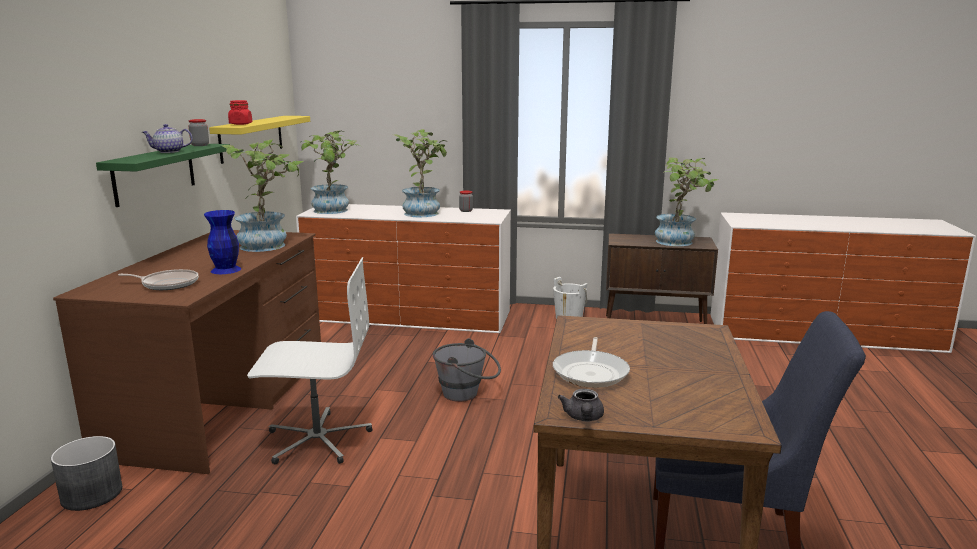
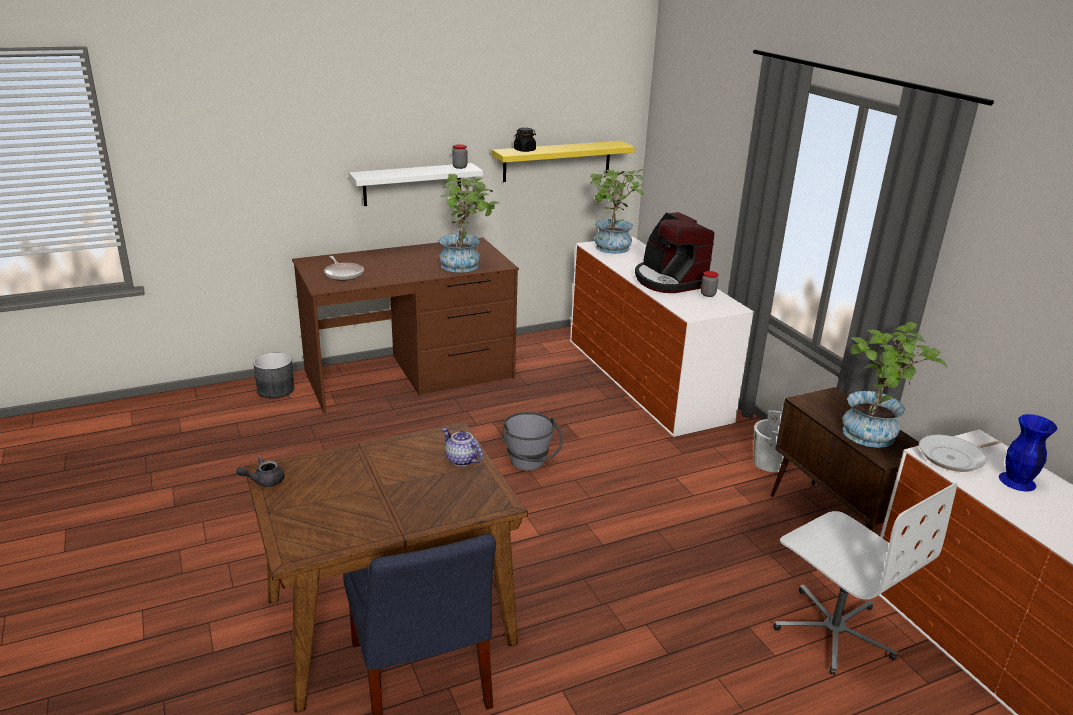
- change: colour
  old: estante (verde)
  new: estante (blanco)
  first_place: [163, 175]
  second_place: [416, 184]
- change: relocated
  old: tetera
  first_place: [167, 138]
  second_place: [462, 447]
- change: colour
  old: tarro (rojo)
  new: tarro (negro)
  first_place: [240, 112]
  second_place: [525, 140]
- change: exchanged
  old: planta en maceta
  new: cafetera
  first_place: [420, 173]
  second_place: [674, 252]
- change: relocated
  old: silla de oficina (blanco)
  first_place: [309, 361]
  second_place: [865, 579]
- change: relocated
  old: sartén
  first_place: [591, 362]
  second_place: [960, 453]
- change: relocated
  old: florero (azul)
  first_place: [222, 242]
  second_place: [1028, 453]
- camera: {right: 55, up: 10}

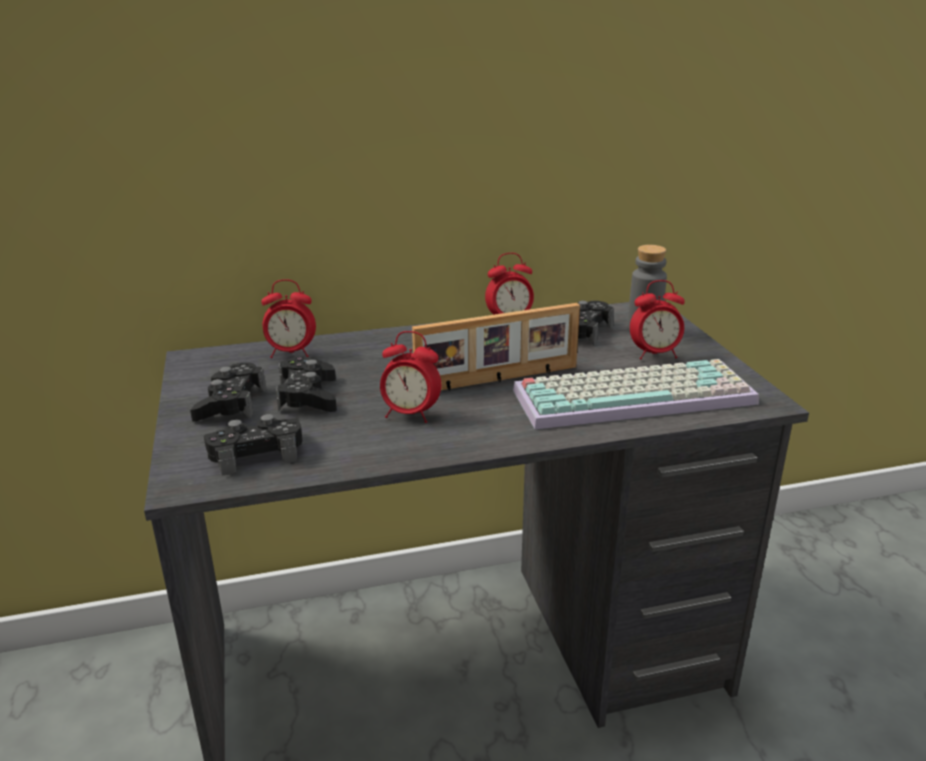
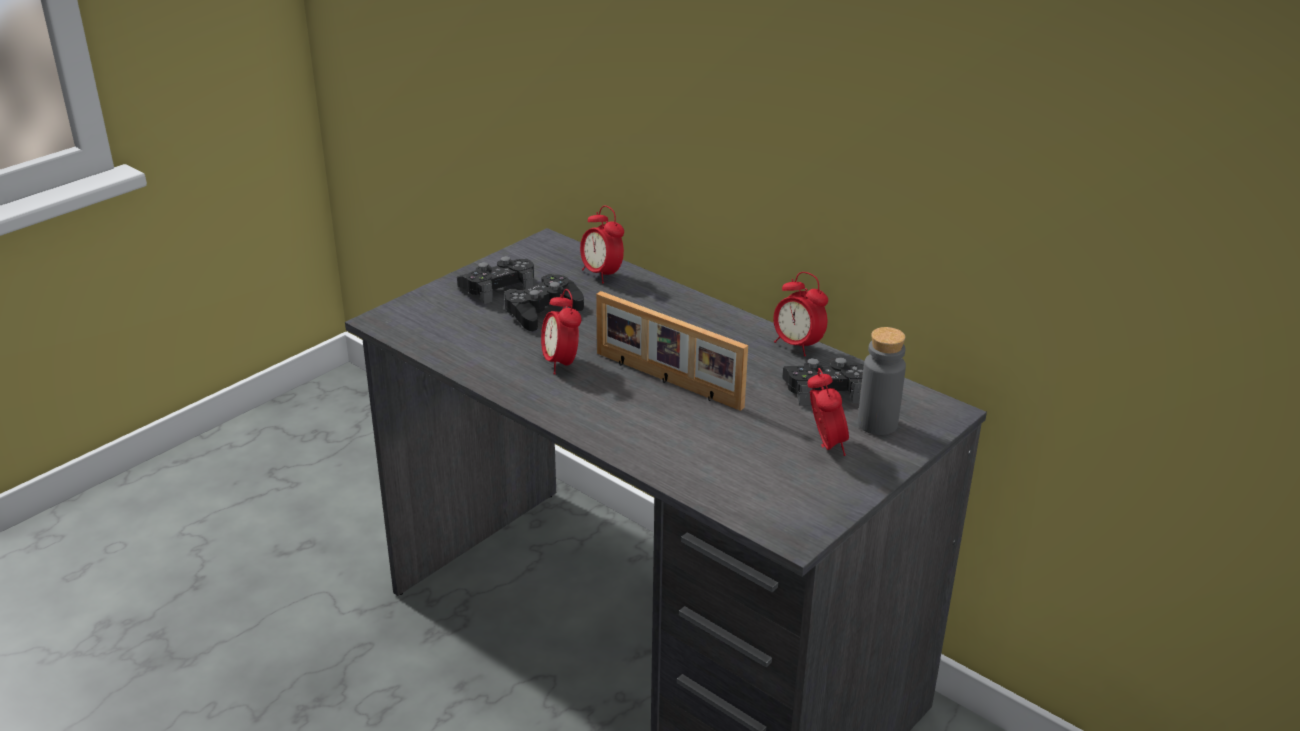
- change: spun
  old: despertador
  first_place: [657, 319]
  second_place: [828, 412]
  degrees: -150
- change: missing
  old: mando de consola (negro)
  first_place: [253, 445]
- change: missing
  old: teclado
  first_place: [636, 394]
- camera: {right: 55, up: 5}

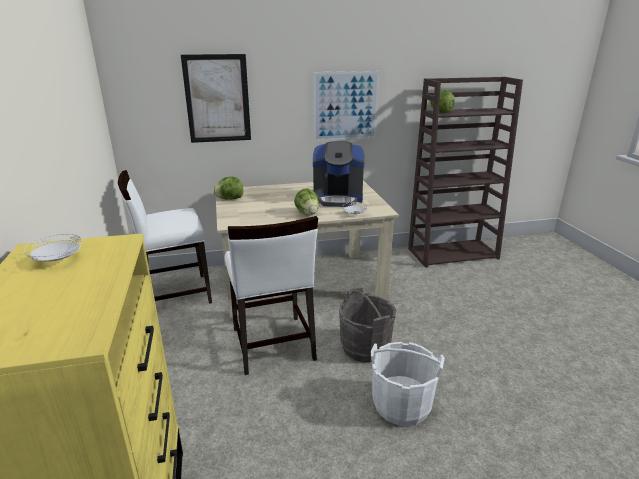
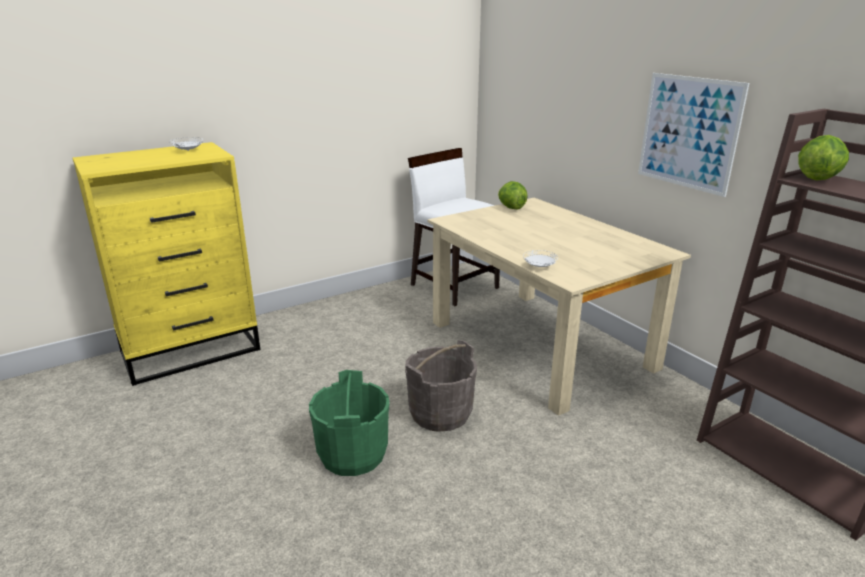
- change: colour
  old: cubo (blanco)
  new: cubo (verde)
  first_place: [408, 384]
  second_place: [349, 423]
- change: missing
  old: cuadro
  first_place: [216, 98]
- change: missing
  old: silla (blanco)
  first_place: [271, 295]
- change: missing
  old: lechuga
  first_place: [306, 202]
- change: missing
  old: cafetera
  first_place: [339, 174]
- camera: {right: 70, up: 0}

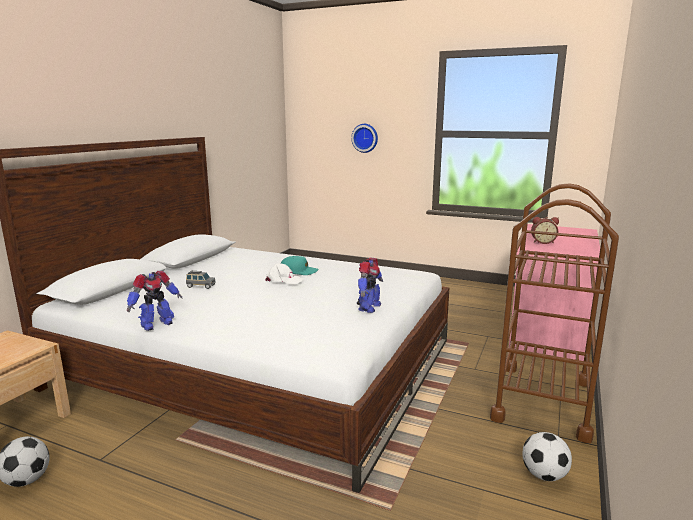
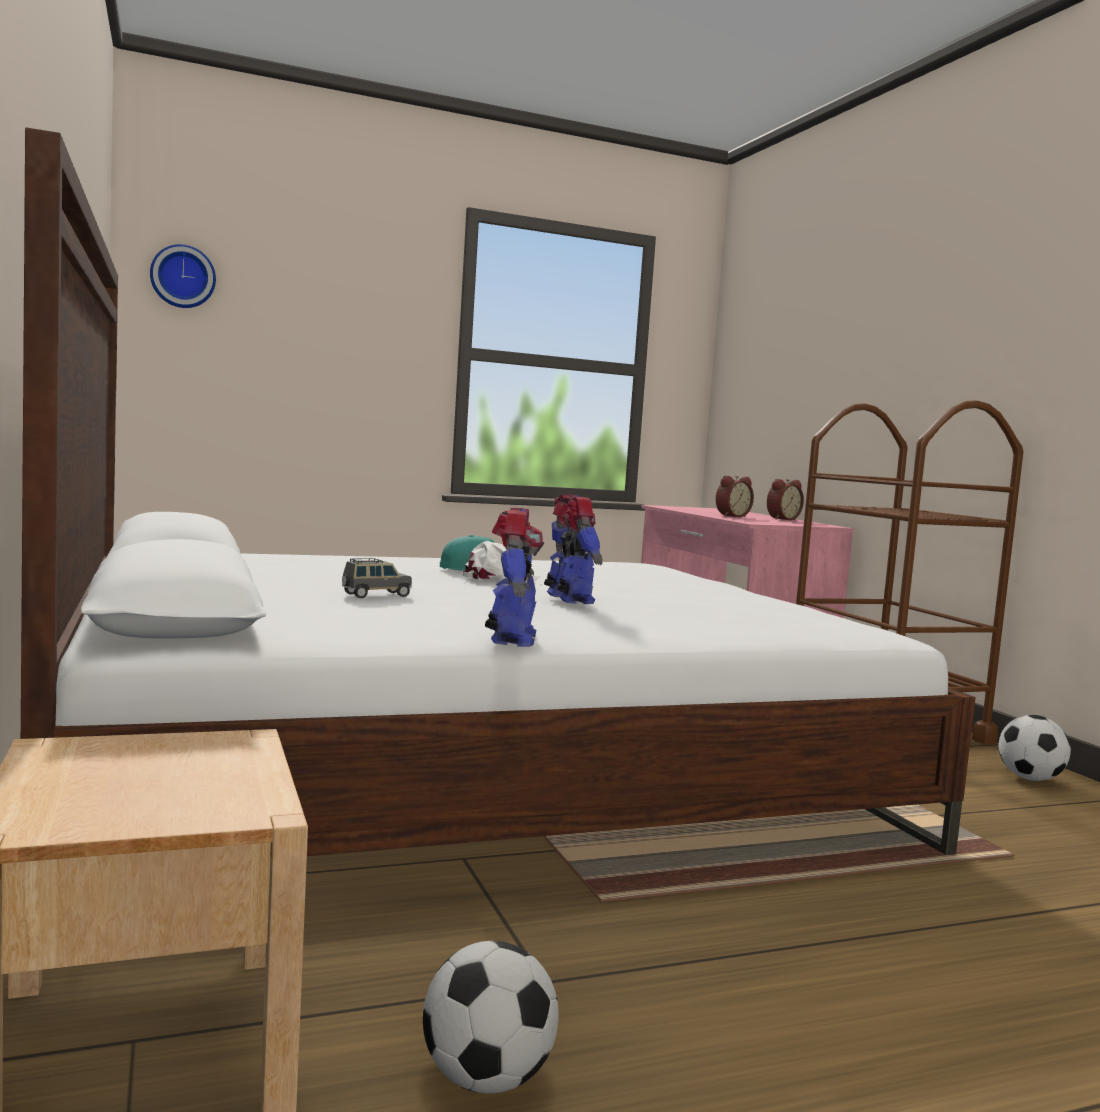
- change: relocated
  old: reloj de pared
  first_place: [364, 138]
  second_place: [183, 276]
- change: relocated
  old: robot de juguete
  first_place: [370, 285]
  second_place: [573, 549]
- change: appeared
  new: despertador
  second_place: [785, 499]
- camera: {right: -45, up: -10}

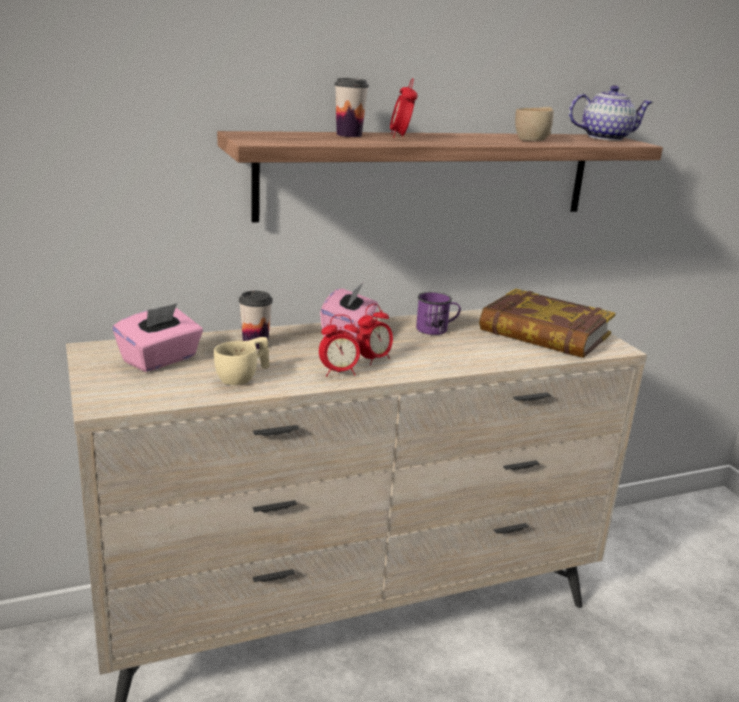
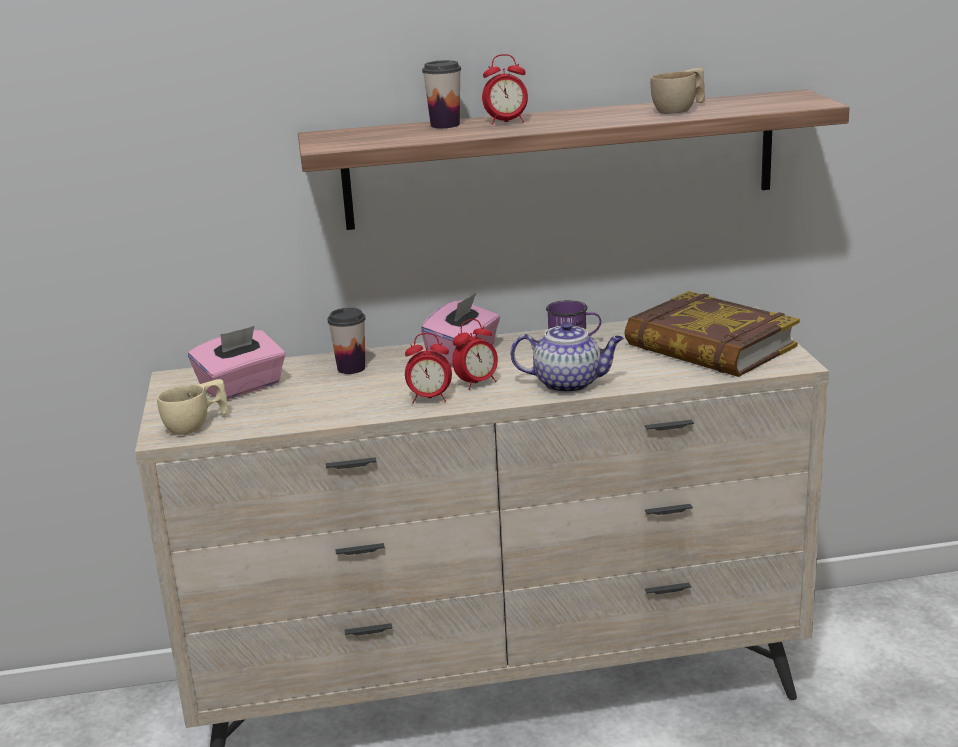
- change: relocated
  old: taza (beis)
  first_place: [242, 361]
  second_place: [193, 407]
- change: spun
  old: despertador
  first_place: [404, 108]
  second_place: [505, 89]
  degrees: -105
- change: relocated
  old: tetera
  first_place: [611, 113]
  second_place: [567, 357]
- camera: {right: 15, up: 0}

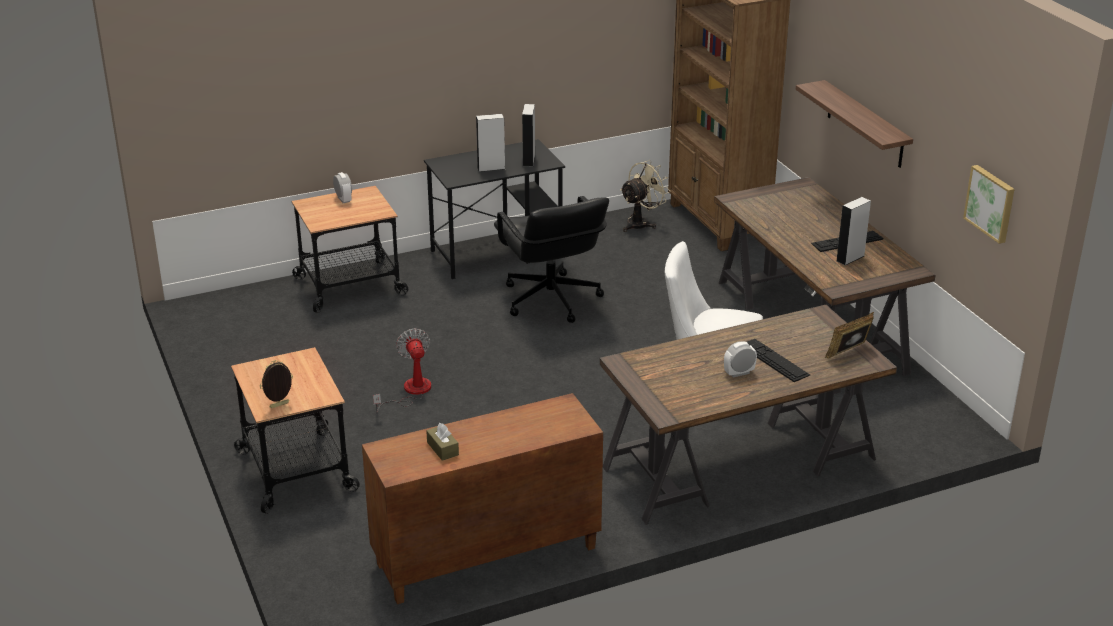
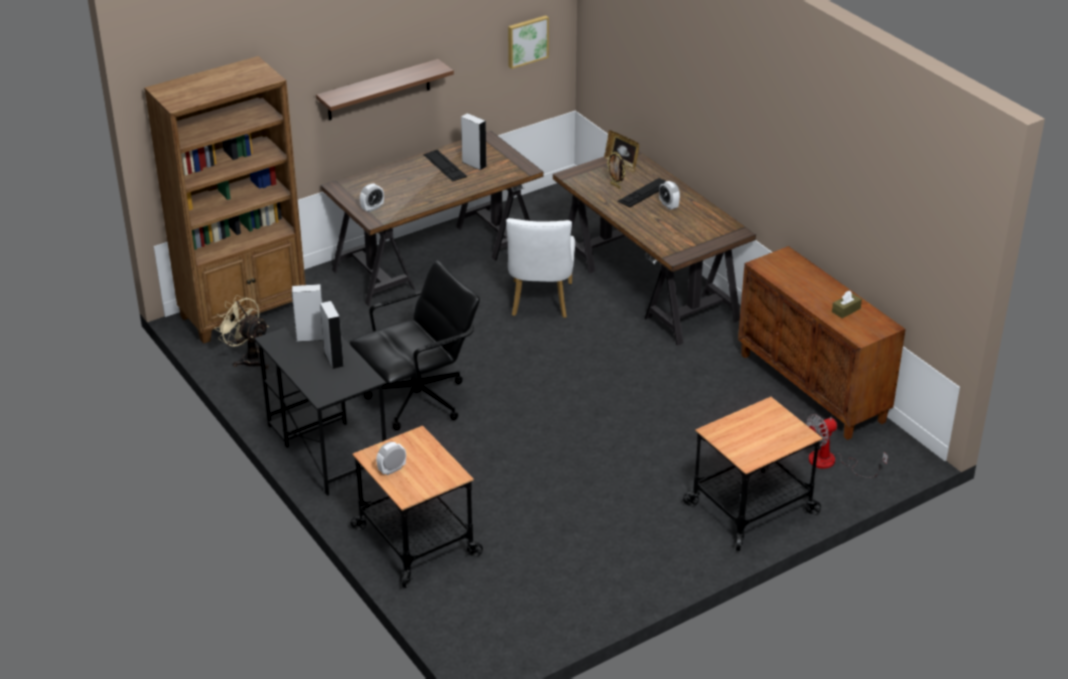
- change: appeared
  new: despertador
  second_place: [372, 198]
- change: relocated
  old: portarretratos
  first_place: [276, 384]
  second_place: [616, 170]
- change: relocated
  old: ventilador
  first_place: [402, 370]
  second_place: [847, 446]
- camera: {right: -100, up: 5}

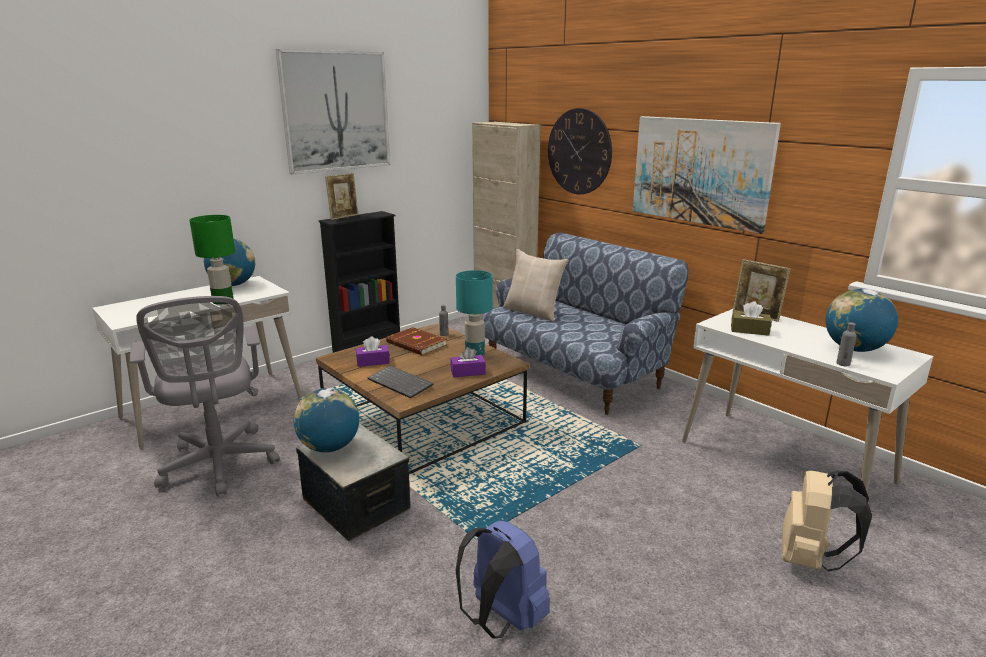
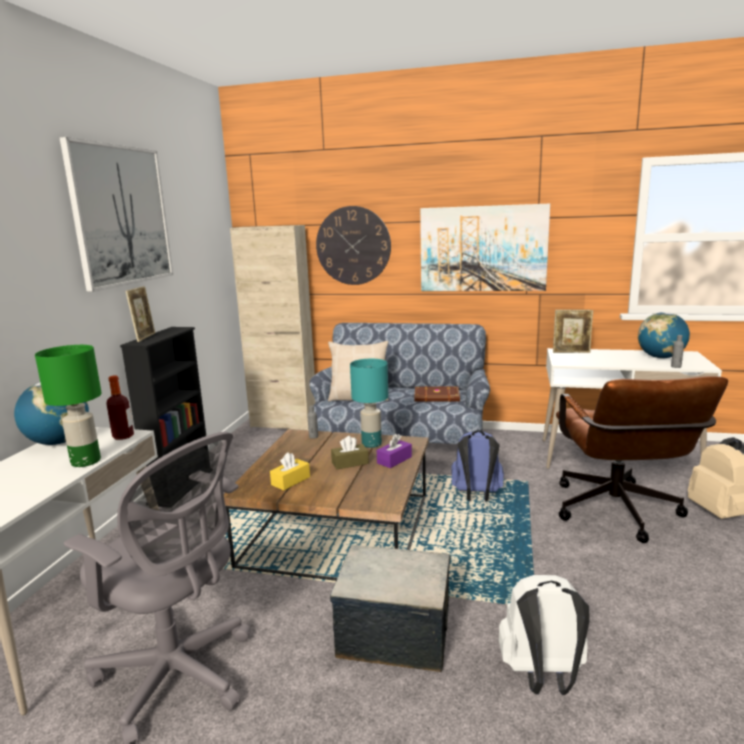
- change: appeared
  new: botella
  second_place: [120, 407]
- change: colour
  old: caja de pañuelos (morado)
  new: caja de pañuelos (amarillo)
  first_place: [373, 352]
  second_place: [290, 471]
- change: relocated
  old: caja de pañuelos (marrón)
  first_place: [751, 318]
  second_place: [350, 452]
- change: relocated
  old: libro (marrón)
  first_place: [416, 341]
  second_place: [437, 394]
- change: relocated
  old: mochila (azul)
  first_place: [502, 580]
  second_place: [477, 465]
- change: appeared
  new: mochila (blanco)
  second_place: [544, 635]
- change: appeared
  new: silla de oficina (marrón)
  second_place: [642, 459]
- change: missing
  old: globo terráqueo
  first_place: [326, 420]
- change: missing
  old: teclado
  first_place: [400, 382]
- camera: {right: -35, up: -5}

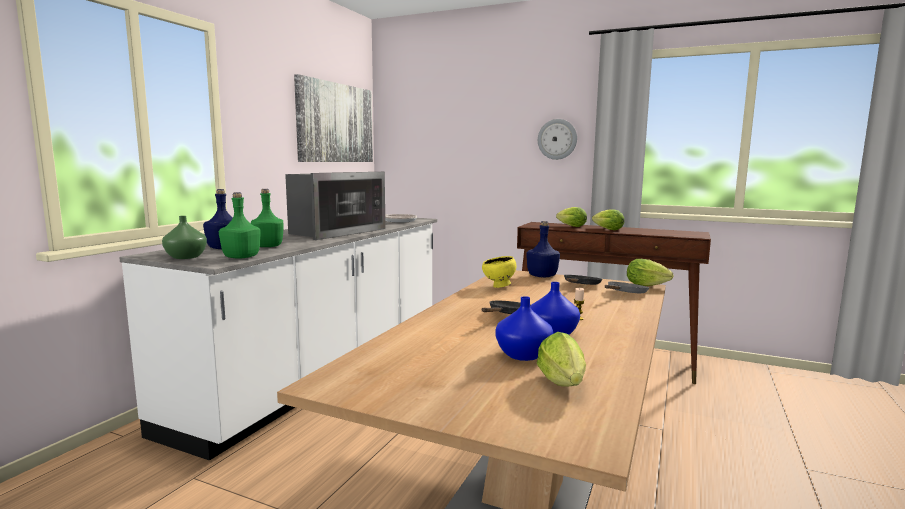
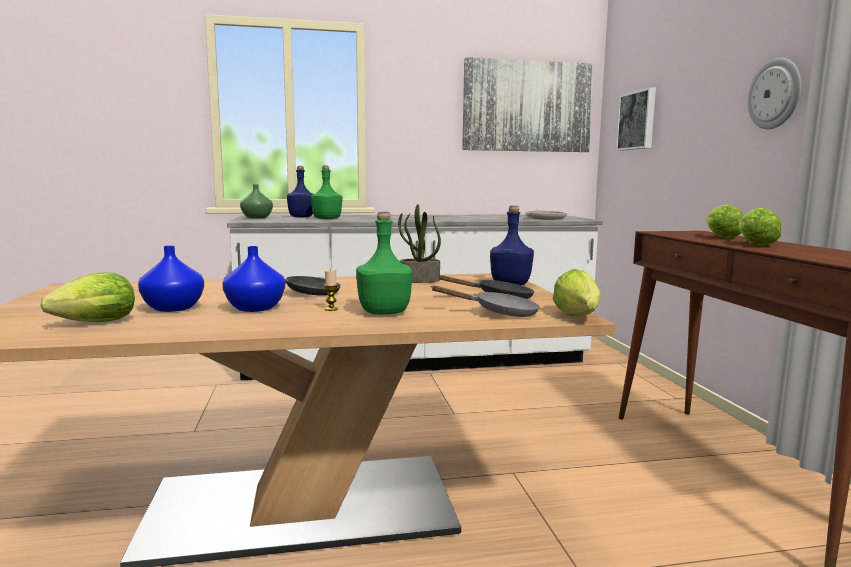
- change: relocated
  old: botella (verde)
  first_place: [240, 225]
  second_place: [384, 263]
- change: exchanged
  old: cuenco (amarillo)
  new: planta en maceta
  first_place: [499, 272]
  second_place: [419, 243]
- change: appeared
  new: cuadro
  second_place: [636, 119]
- change: missing
  old: microondas
  first_place: [335, 206]
- camera: {right: 55, up: 0}

